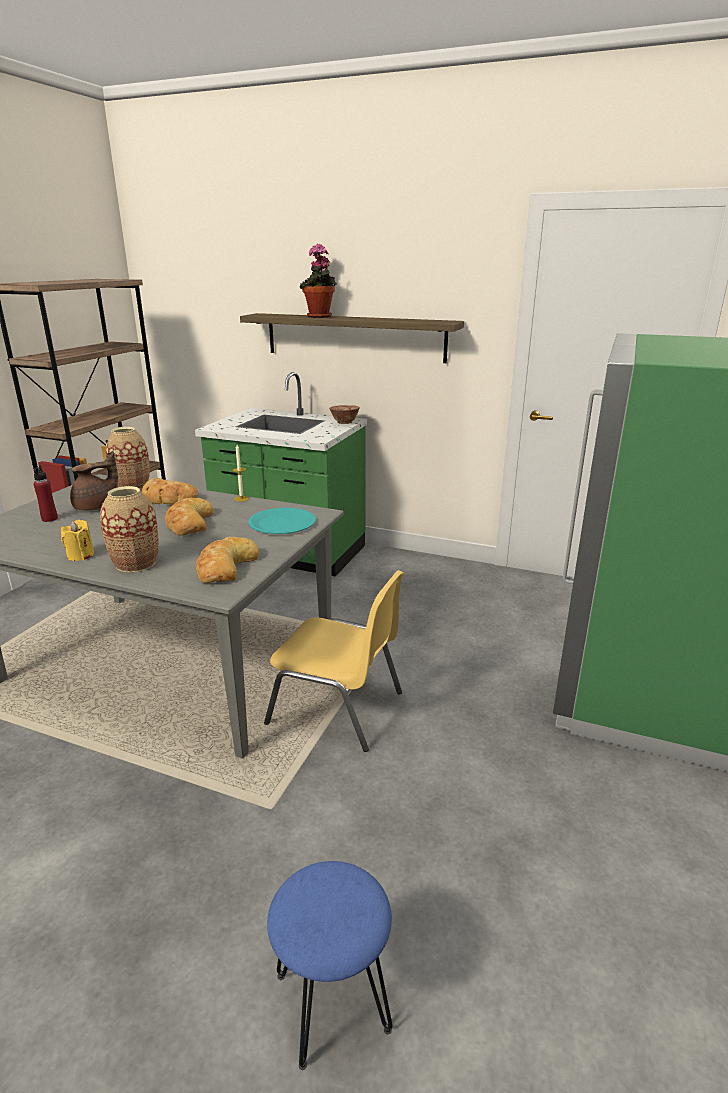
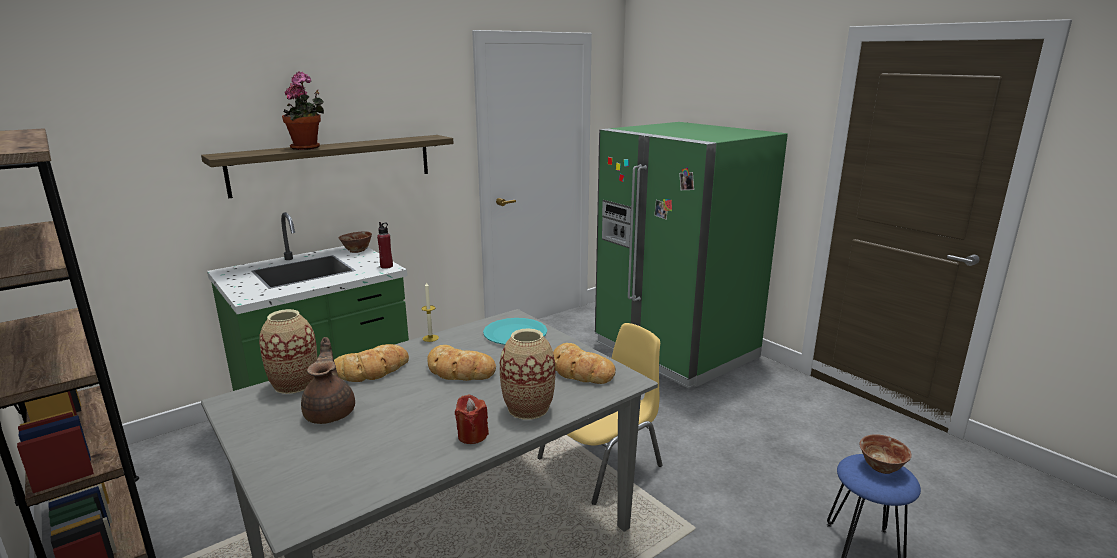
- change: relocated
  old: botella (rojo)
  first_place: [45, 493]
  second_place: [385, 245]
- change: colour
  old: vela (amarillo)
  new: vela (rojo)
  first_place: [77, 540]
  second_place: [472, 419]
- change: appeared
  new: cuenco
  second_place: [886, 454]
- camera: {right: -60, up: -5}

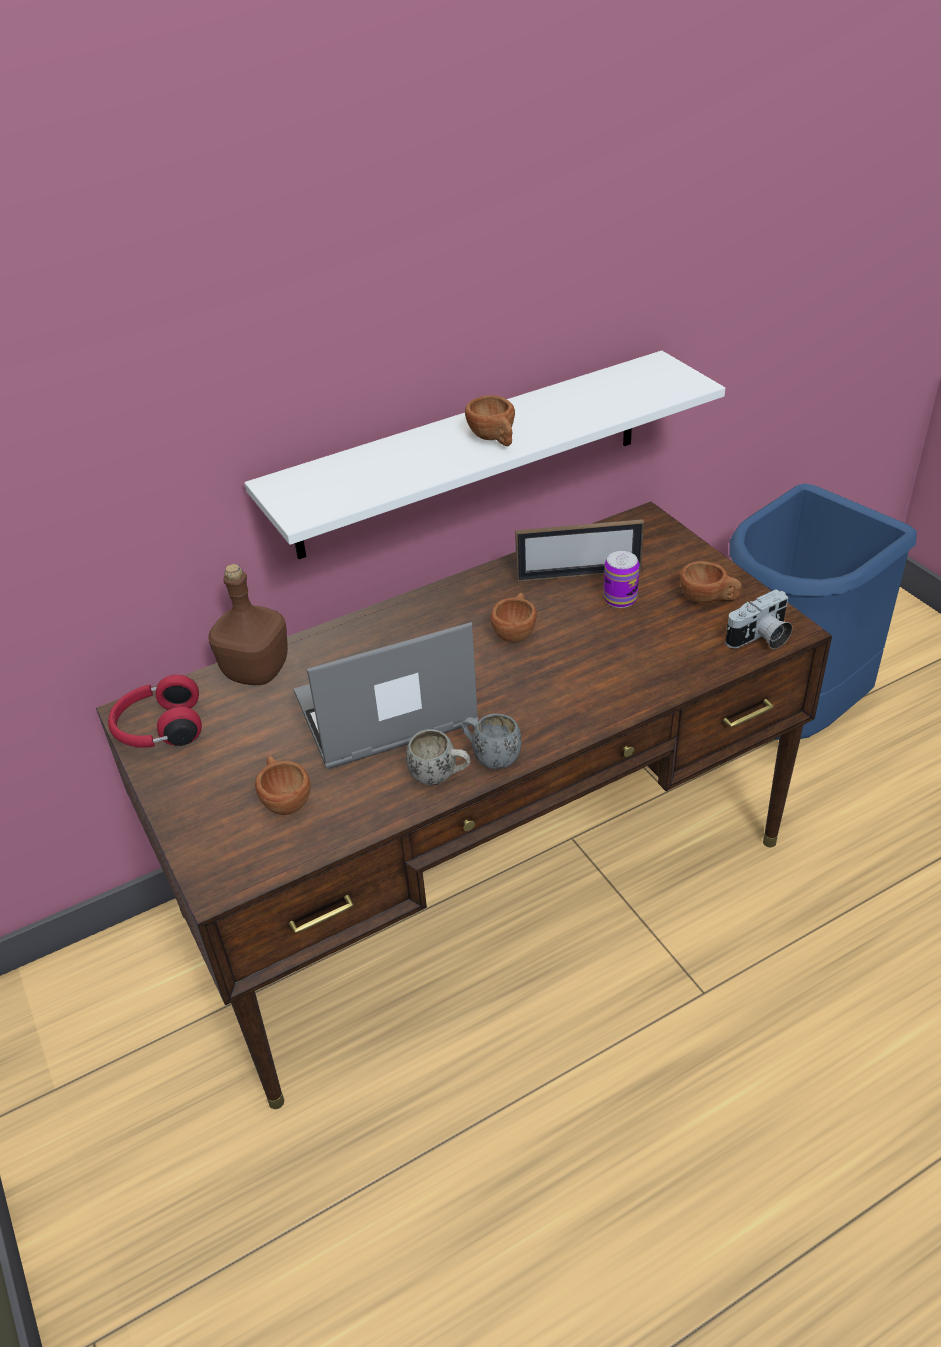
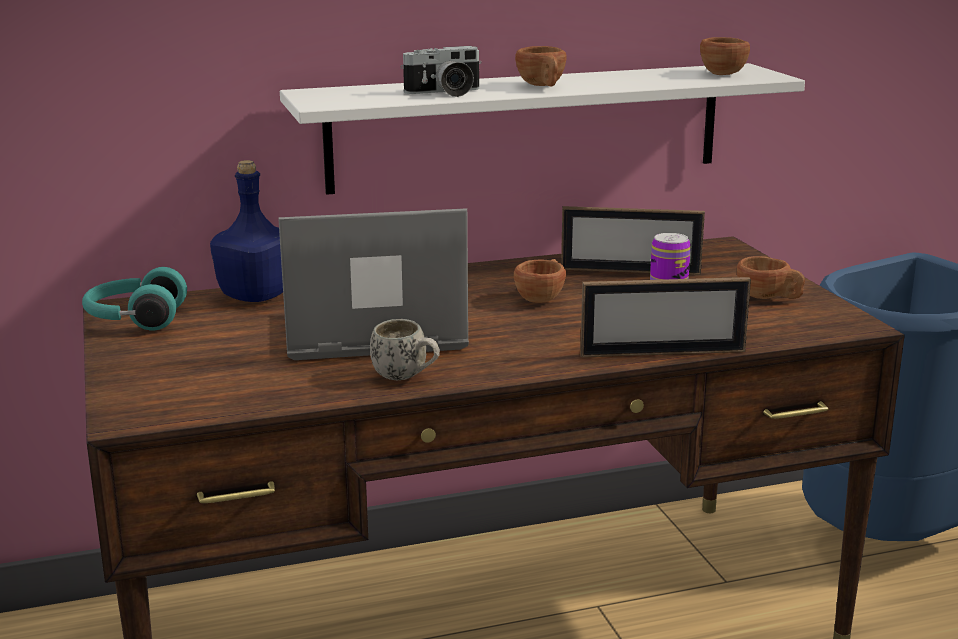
- change: colour
  old: auriculares (rojo)
  new: auriculares (turquesa)
  first_place: [155, 711]
  second_place: [134, 299]
- change: colour
  old: botella (marrón)
  new: botella (azul)
  first_place: [248, 624]
  second_place: [246, 231]
- change: relocated
  old: cámara
  first_place: [758, 619]
  second_place: [441, 71]
- change: appeared
  new: portarretratos
  second_place: [665, 317]
- change: relocated
  old: taza (marrón)
  first_place: [283, 785]
  second_place: [725, 56]
- change: missing
  old: taza grande (gris)
  first_place: [491, 741]
- camera: {right: 10, up: -20}

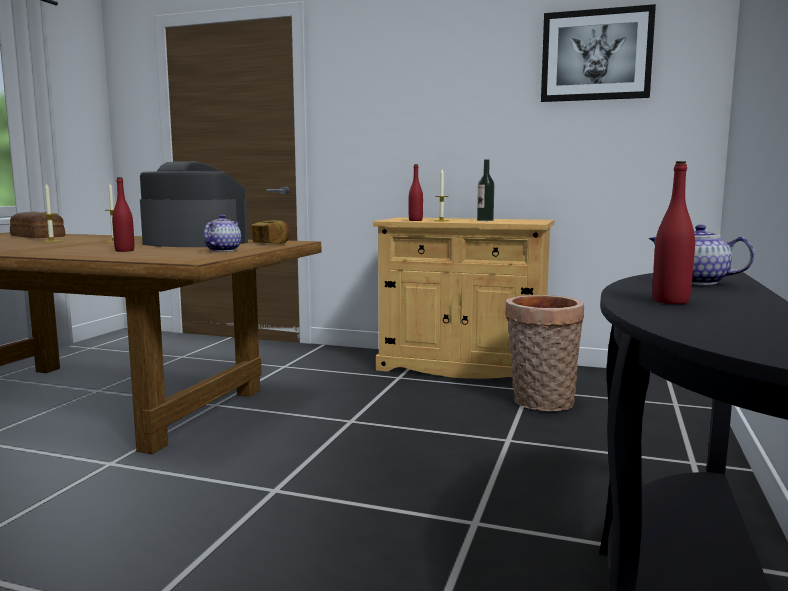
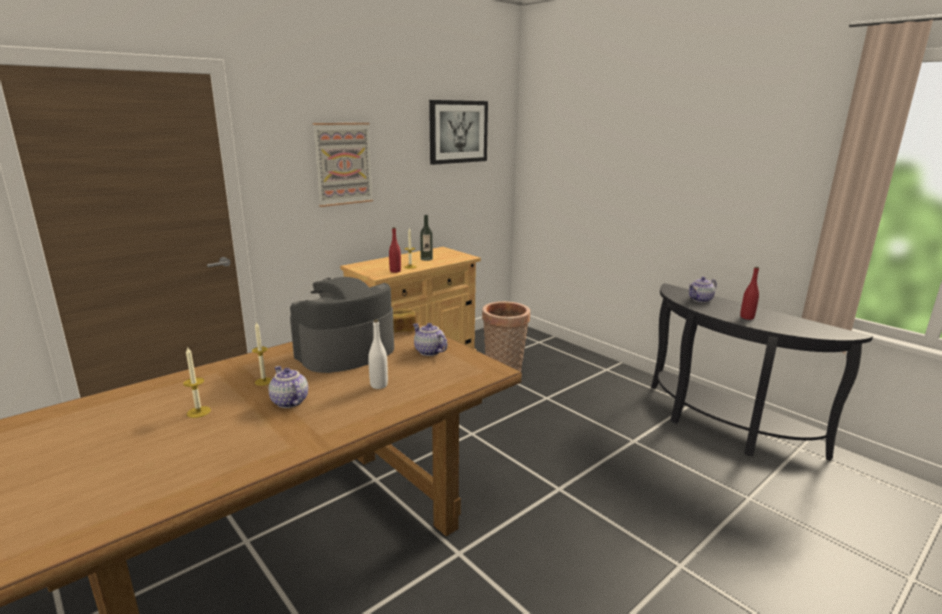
- change: appeared
  new: tetera
  second_place: [288, 387]
- change: appeared
  new: cuadro
  second_place: [343, 165]
- change: colour
  old: botella (rojo)
  new: botella (blanco)
  first_place: [123, 214]
  second_place: [378, 354]
- change: missing
  old: pan
  first_place: [37, 225]
- camera: {right: -60, up: 10}

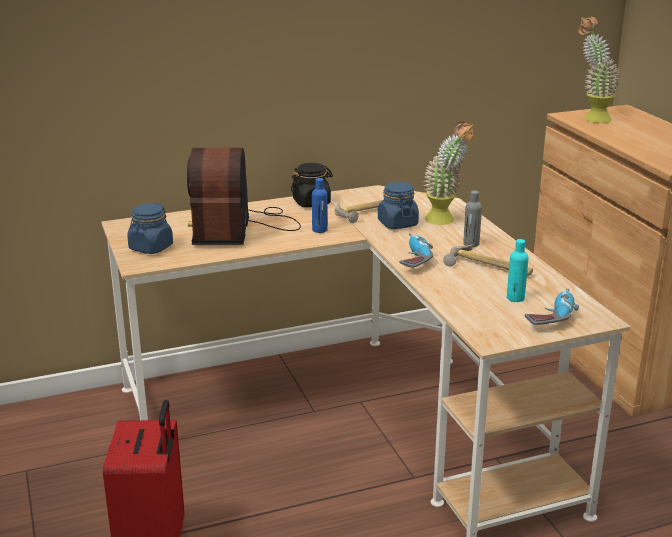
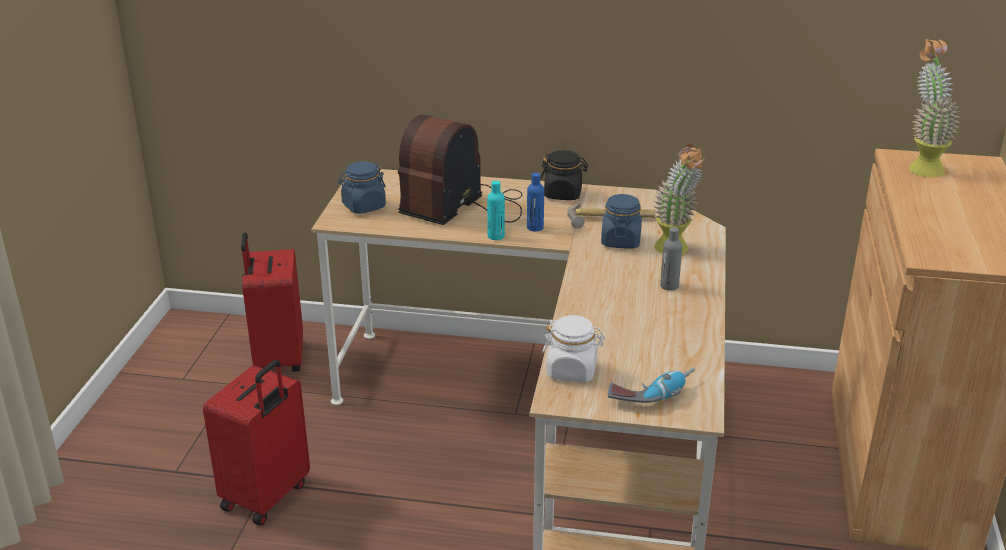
- change: appeared
  new: maleta (rojo)
  second_place: [272, 302]
- change: relocated
  old: botella (turquesa)
  first_place: [518, 270]
  second_place: [496, 210]
- change: appeared
  new: tarro (blanco)
  second_place: [573, 348]
- change: missing
  old: taladro
  first_place: [416, 250]
- change: missing
  old: martillo
  first_place: [488, 260]
- camera: {right: 30, up: 5}

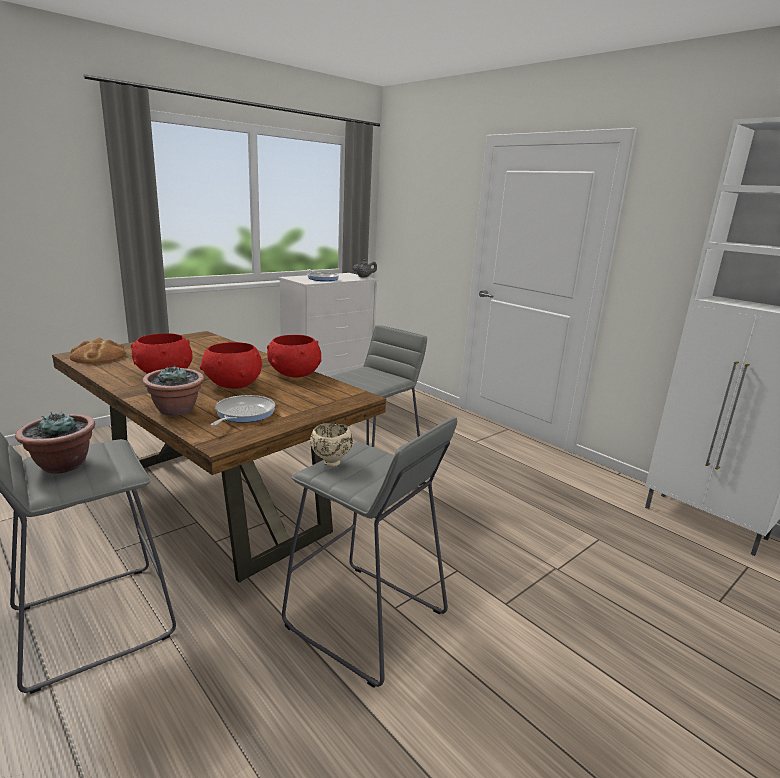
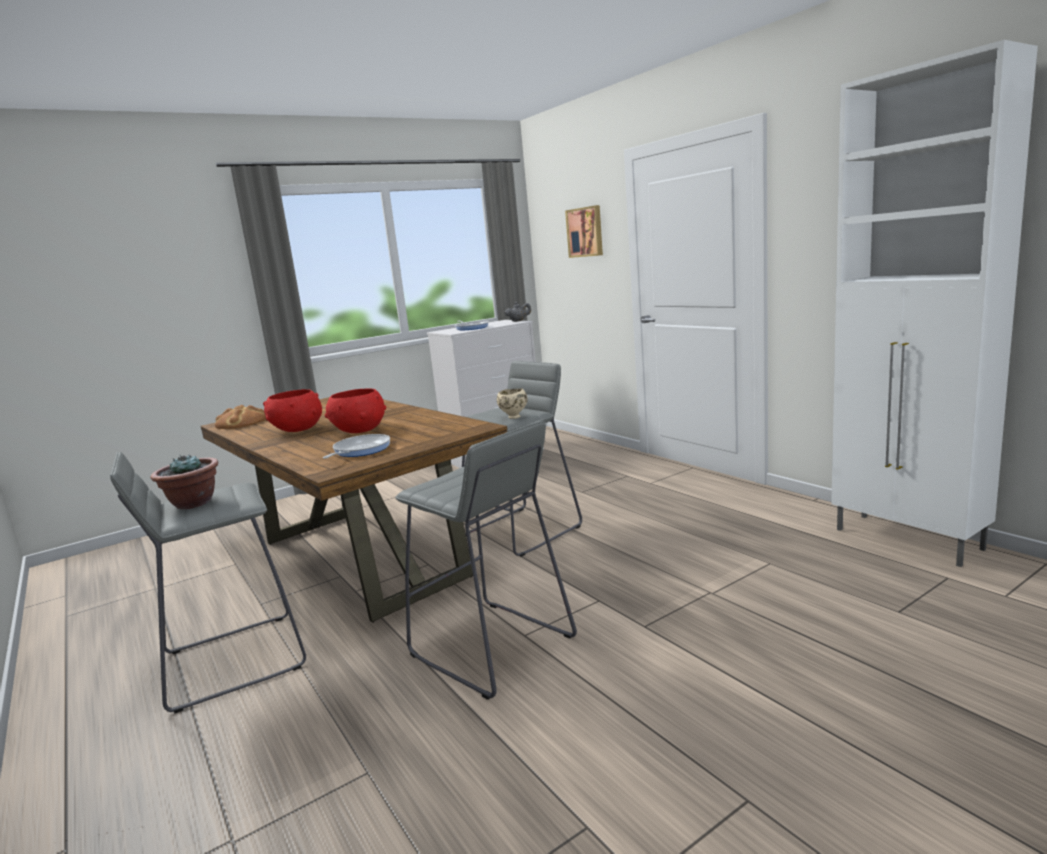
- change: relocated
  old: cuenco (beis)
  first_place: [331, 445]
  second_place: [512, 403]
- change: appeared
  new: cuadro
  second_place: [584, 231]
- change: missing
  old: planta en maceta
  first_place: [173, 390]
- change: missing
  old: cuenco (rojo)
  first_place: [294, 356]
- camera: {right: 10, up: -5}

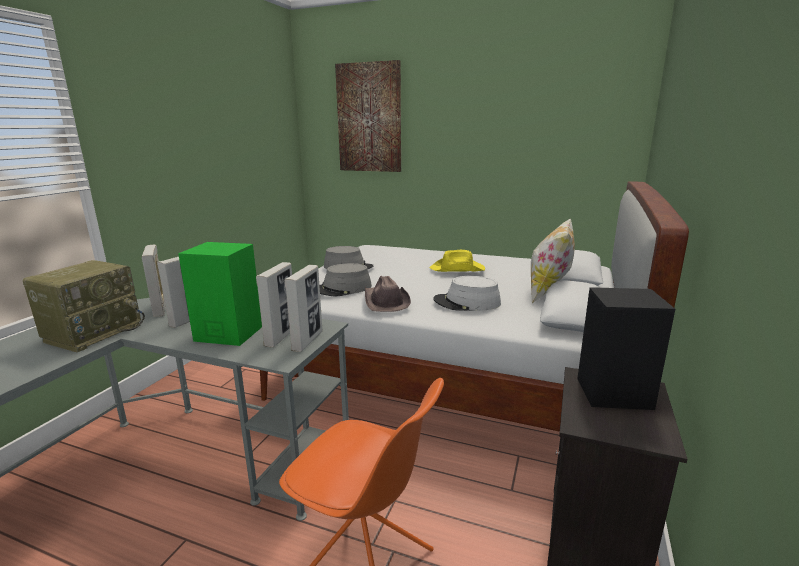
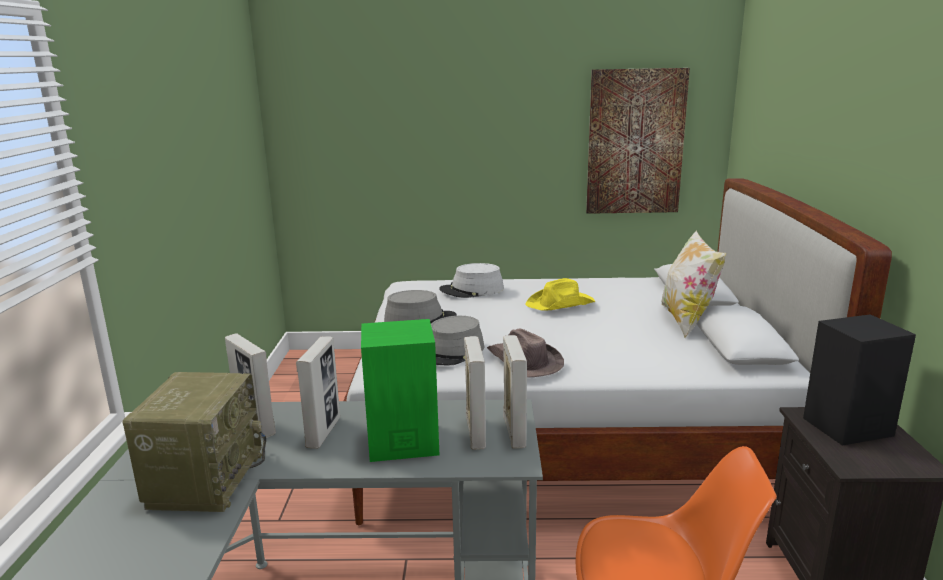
- change: relocated
  old: sombrero (gris)
  first_place: [467, 293]
  second_place: [471, 280]
- change: relocated
  old: cuadro
  first_place: [368, 116]
  second_place: [638, 141]
- camera: {right: -20, up: 0}

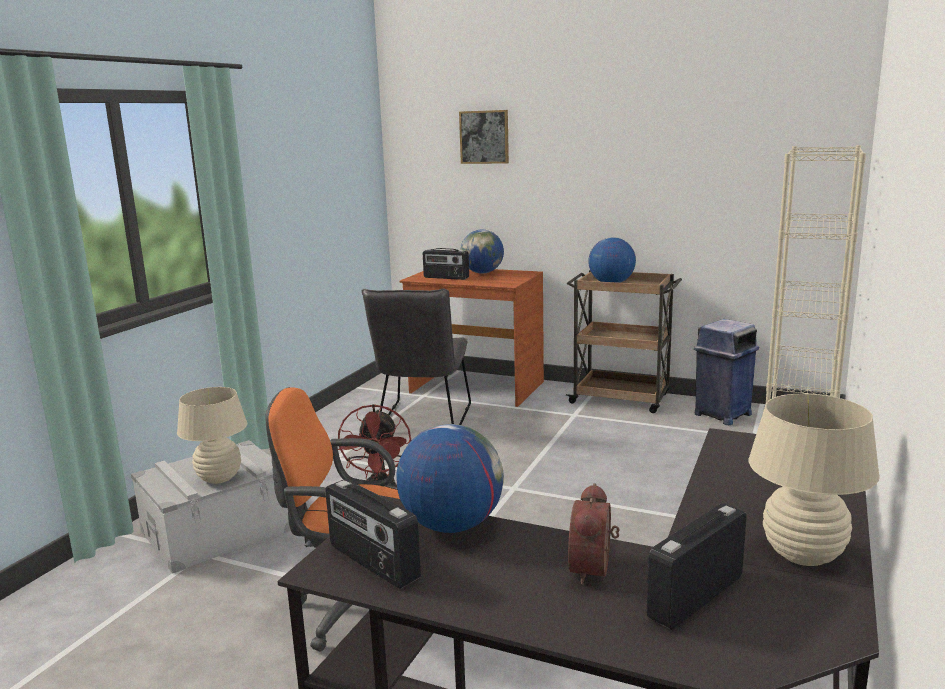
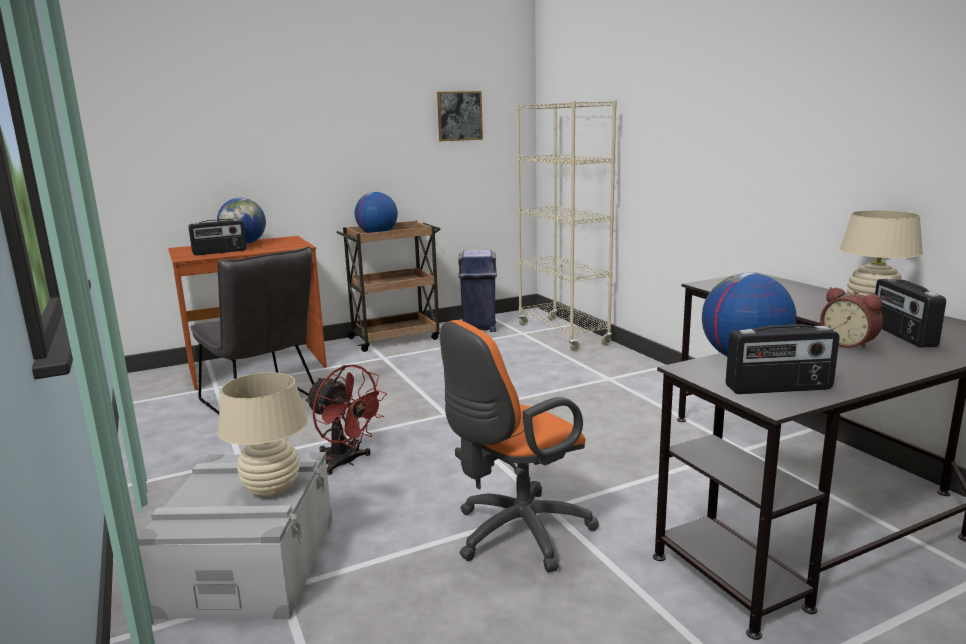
- change: relocated
  old: cuadro
  first_place: [484, 137]
  second_place: [460, 116]
- camera: {right: -50, up: 0}

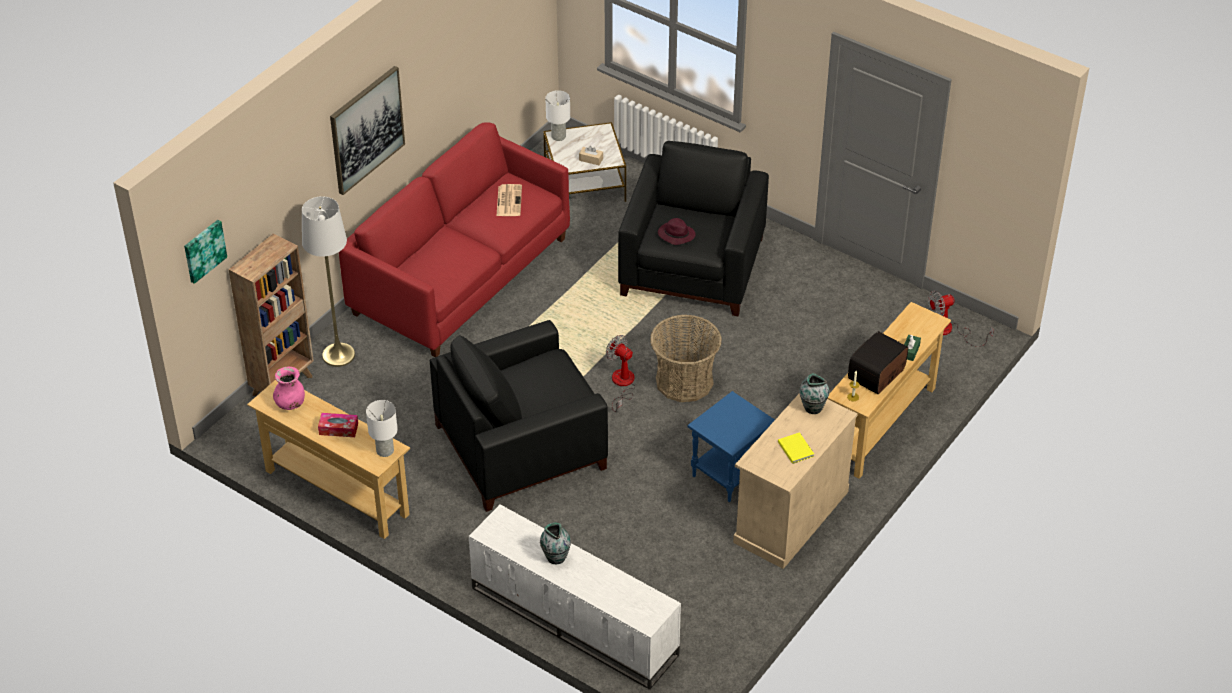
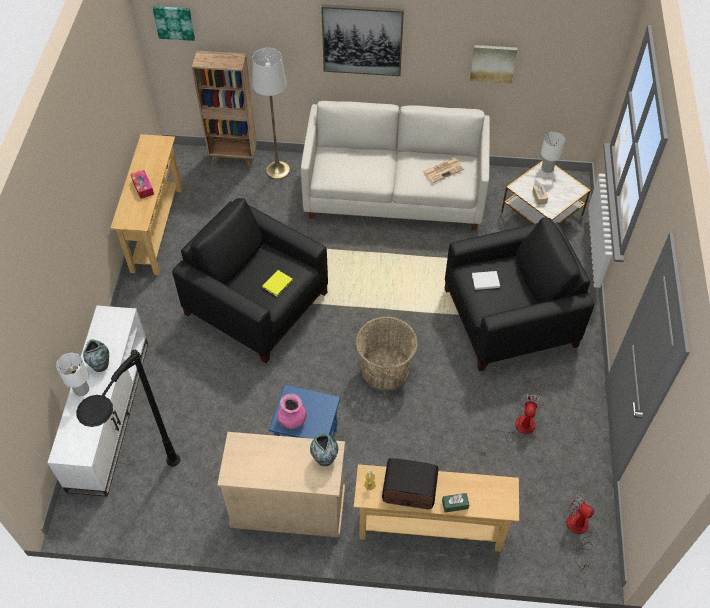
- change: relocated
  old: lámpara de mesa (blanco)
  first_place: [382, 428]
  second_place: [72, 374]
- change: appeared
  new: lámpara de pie (negro)
  second_place: [128, 408]
- change: relocated
  old: libro (amarillo)
  first_place: [796, 448]
  second_place: [277, 283]
- change: relocated
  old: florero (rosa)
  first_place: [289, 388]
  second_place: [292, 411]
- change: colour
  old: sofá (rojo)
  new: sofá (blanco)
  first_place: [454, 239]
  second_place: [395, 165]
- change: appeared
  new: cuadro
  second_place: [493, 64]
- change: exchanged
  old: sombrero (morado)
  new: libro (blanco)
  first_place: [677, 231]
  second_place: [486, 280]
- change: relocated
  old: ventilador
  first_place: [621, 373]
  second_place: [514, 418]
- camera: {right: 60, up: 10}

